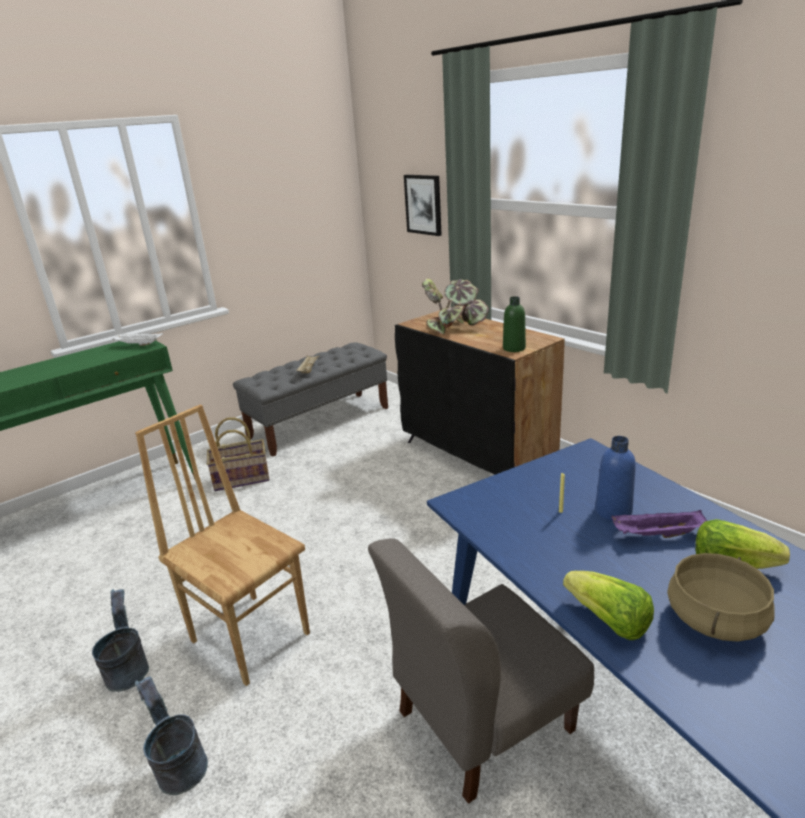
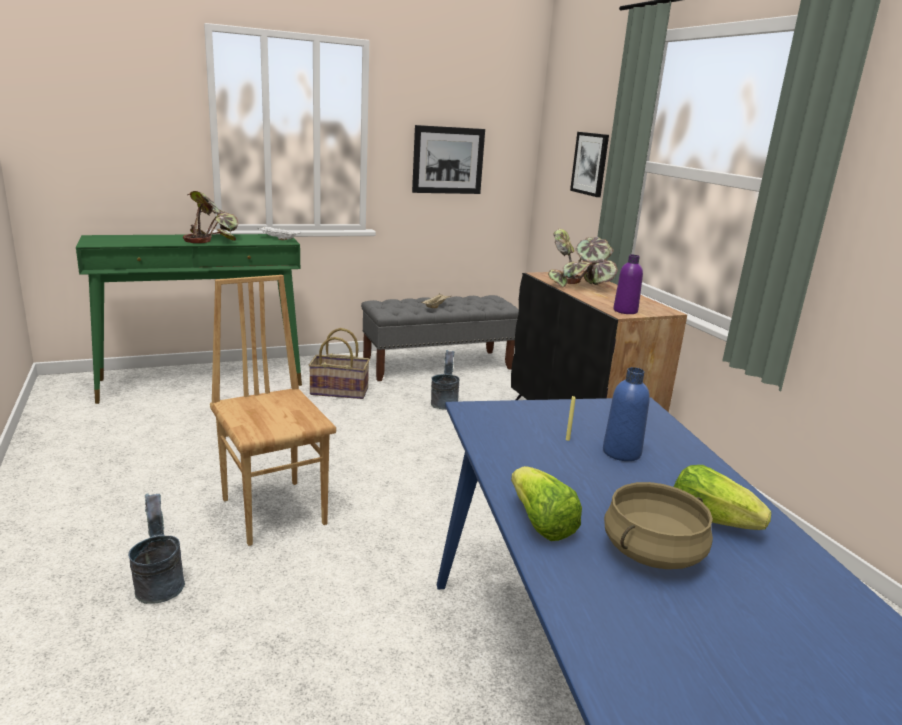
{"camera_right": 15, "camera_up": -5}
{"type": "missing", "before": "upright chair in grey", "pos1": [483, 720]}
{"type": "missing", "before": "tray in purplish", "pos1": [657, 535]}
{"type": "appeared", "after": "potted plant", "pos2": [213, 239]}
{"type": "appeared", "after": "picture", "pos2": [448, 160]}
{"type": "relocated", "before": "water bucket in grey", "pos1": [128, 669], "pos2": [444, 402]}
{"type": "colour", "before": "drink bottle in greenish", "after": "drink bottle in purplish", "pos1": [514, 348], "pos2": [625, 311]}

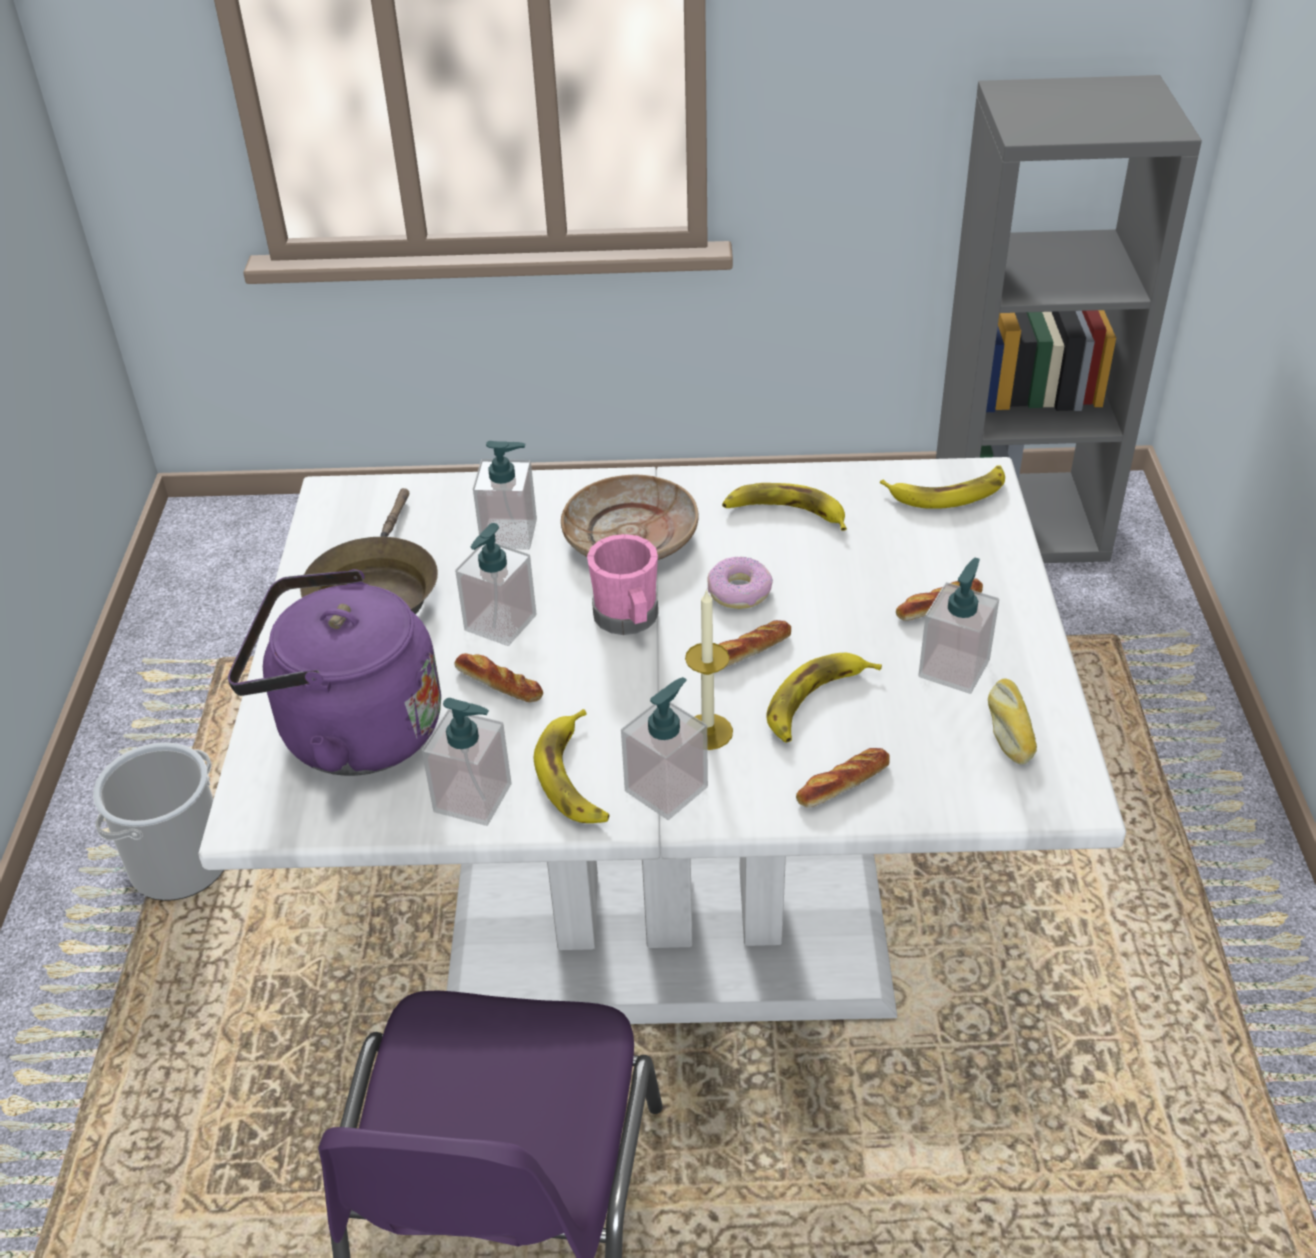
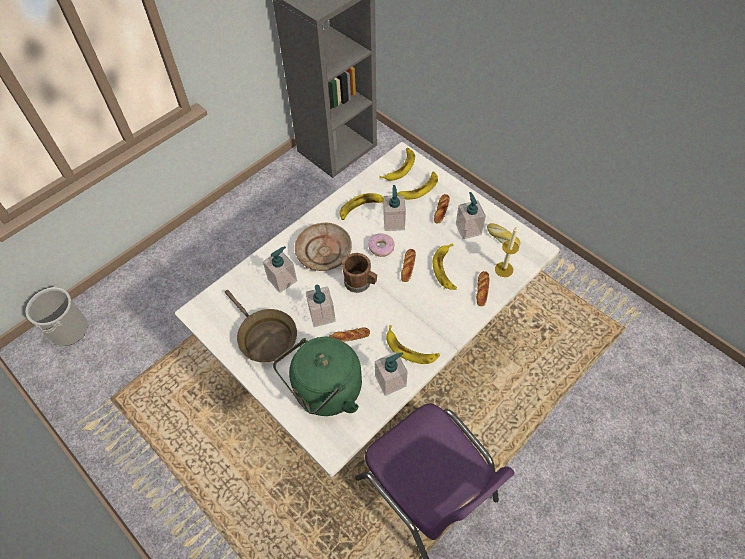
{"camera_right": -45, "camera_up": 15}
{"type": "appeared", "after": "whole banana", "pos2": [418, 188]}
{"type": "relocated", "before": "water bucket", "pos1": [180, 863], "pos2": [69, 329]}
{"type": "relocated", "before": "liquid soap bottle", "pos1": [666, 789], "pos2": [394, 222]}
{"type": "relocated", "before": "candle", "pos1": [708, 731], "pos2": [504, 269]}
{"type": "colour", "before": "kettle in purplish", "after": "kettle in greenish", "pos1": [351, 732], "pos2": [324, 392]}
{"type": "colour", "before": "tea mug in pink", "after": "tea mug in brownish", "pos1": [628, 619], "pos2": [360, 283]}

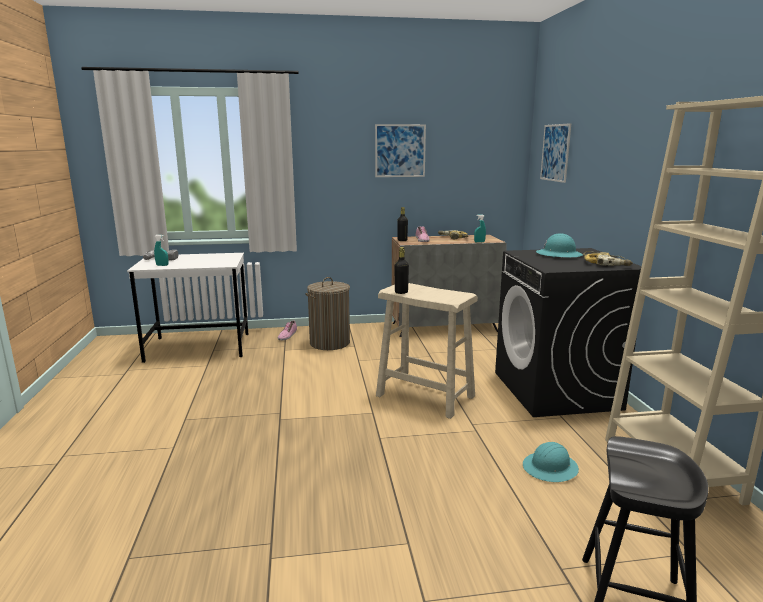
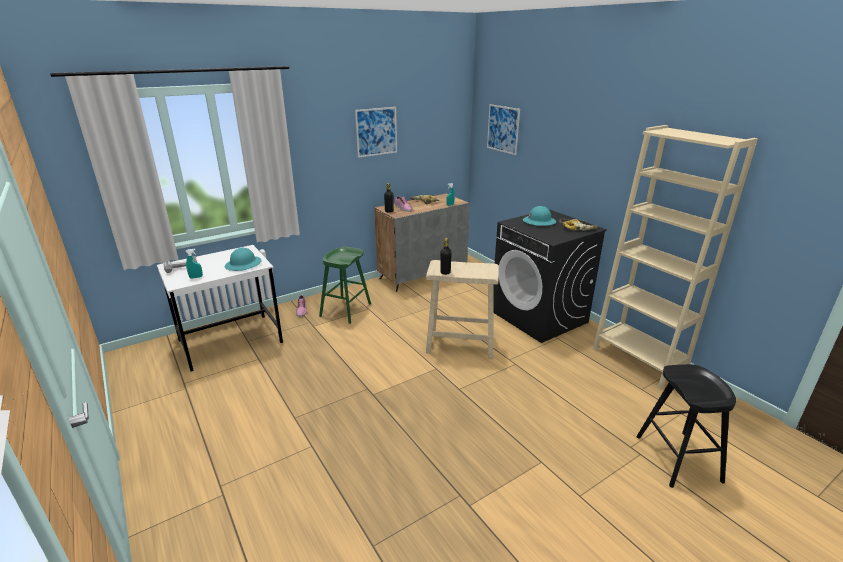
{"camera_right": -25, "camera_up": 10}
{"type": "relocated", "before": "work helmet in turquoise-coloured", "pos1": [550, 468], "pos2": [243, 264]}
{"type": "exchanged", "before": "washing basket", "after": "sitting stool in greenish", "pos1": [330, 343], "pos2": [345, 310]}

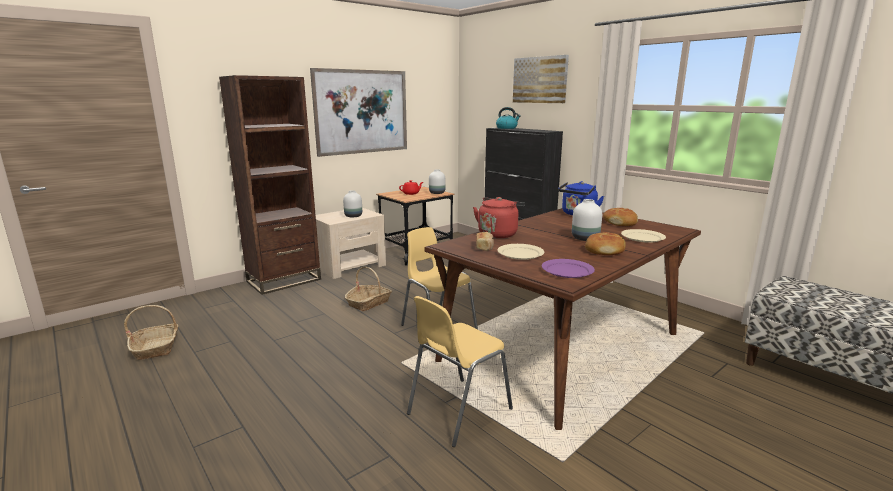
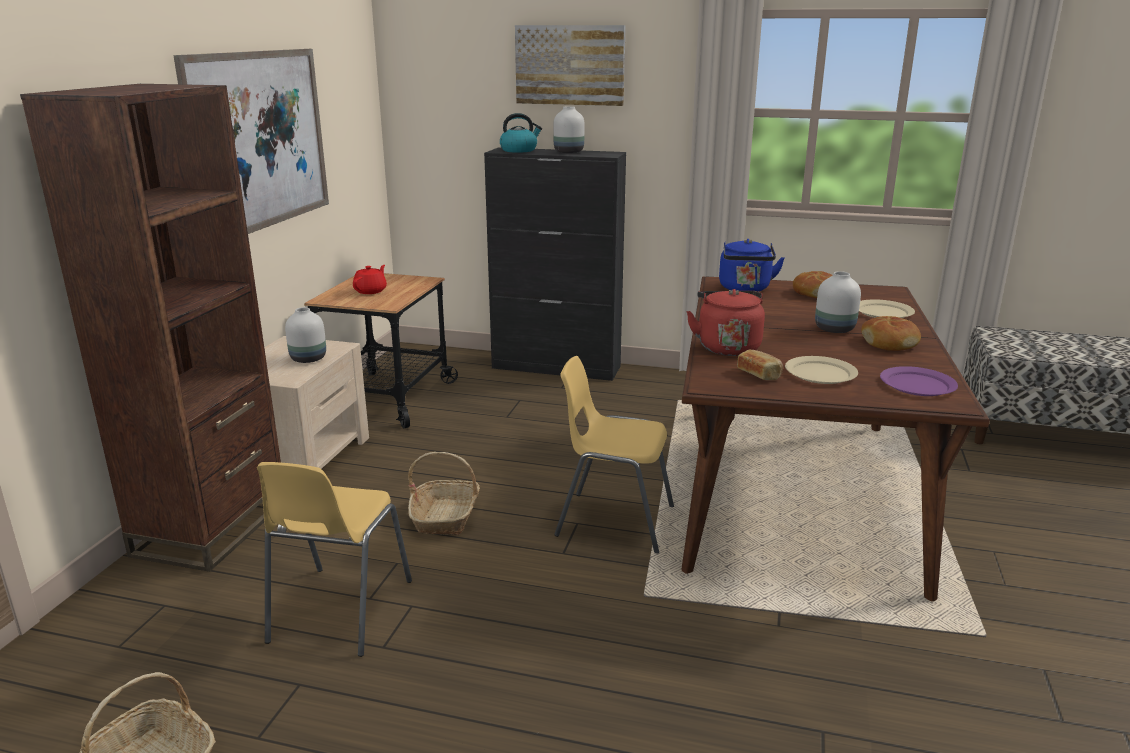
{"camera_right": -35, "camera_up": 5}
{"type": "relocated", "before": "upright chair in yellow-coloured", "pos1": [458, 411], "pos2": [339, 611]}
{"type": "relocated", "before": "vase in whitish", "pos1": [436, 193], "pos2": [568, 152]}

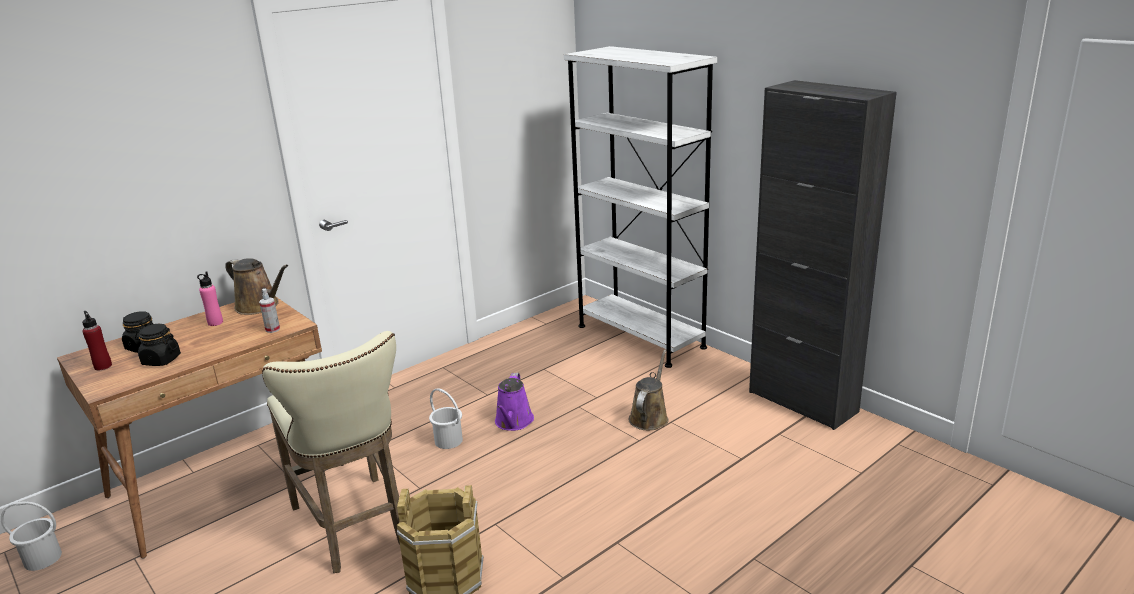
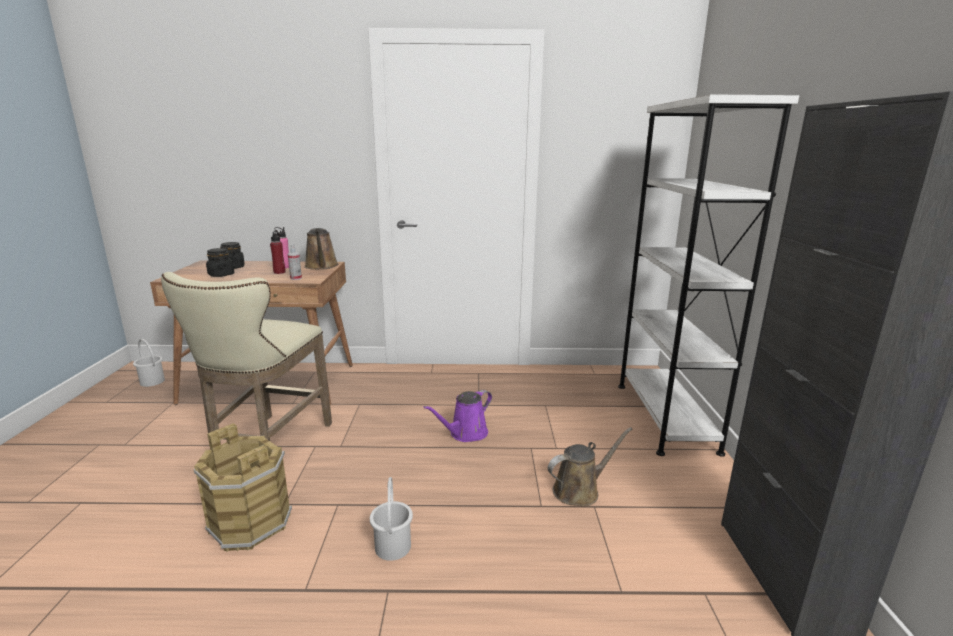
{"camera_right": 40, "camera_up": -5}
{"type": "relocated", "before": "drink bottle in red", "pos1": [103, 366], "pos2": [279, 272]}
{"type": "relocated", "before": "water bucket in whitish", "pos1": [448, 441], "pos2": [392, 547]}

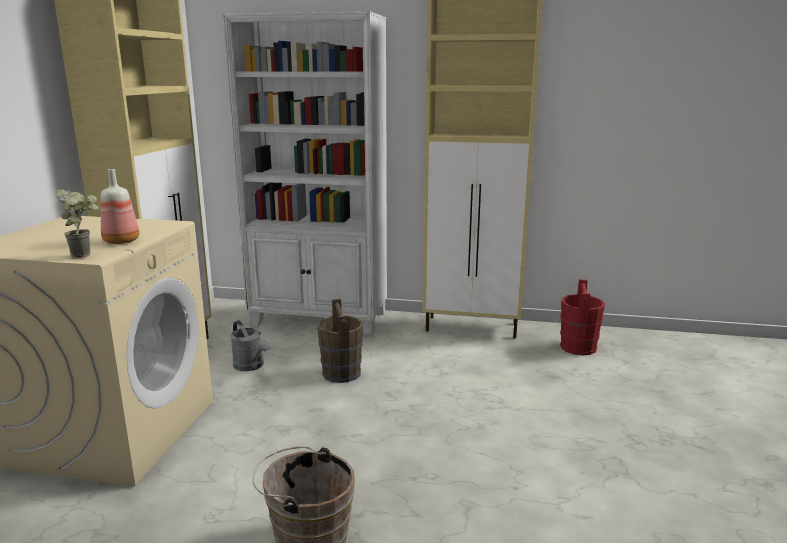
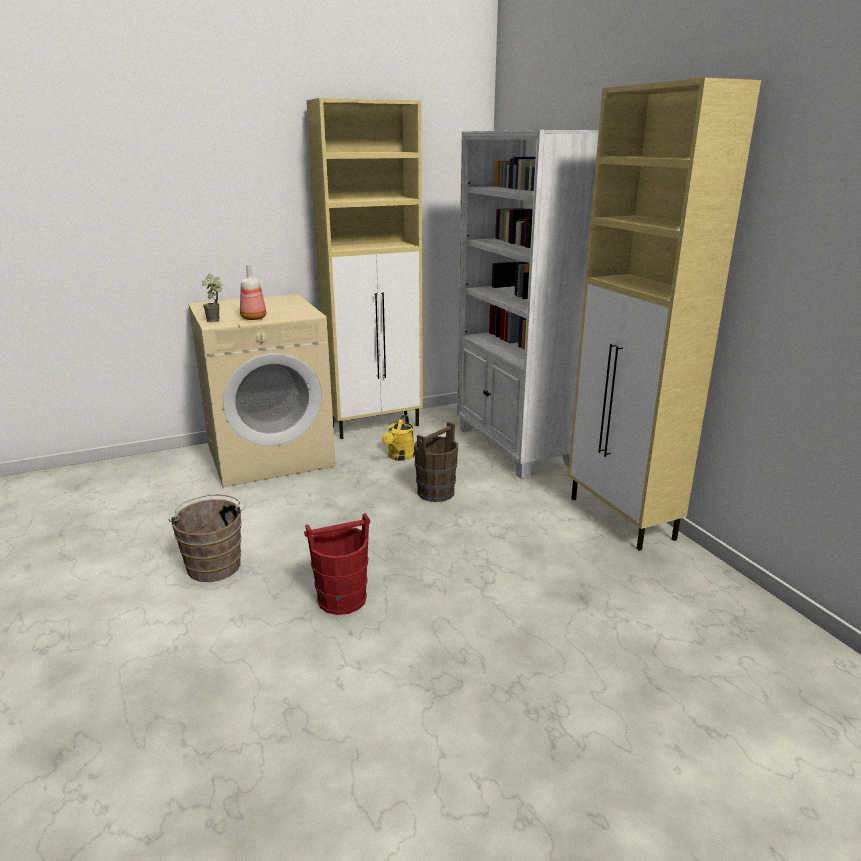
{"camera_right": 55, "camera_up": 5}
{"type": "relocated", "before": "water bucket in red", "pos1": [578, 347], "pos2": [342, 599]}
{"type": "colour", "before": "sprinkling can in grey", "after": "sprinkling can in yellow-coloured", "pos1": [251, 366], "pos2": [399, 457]}

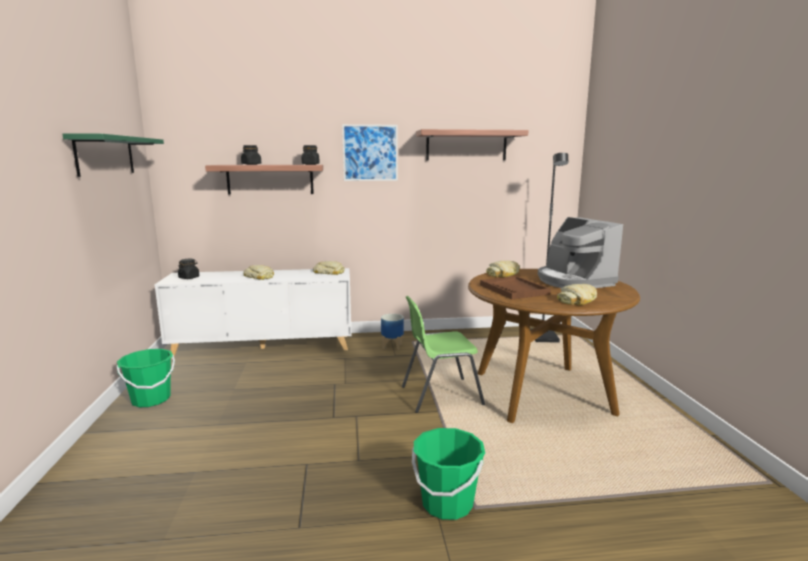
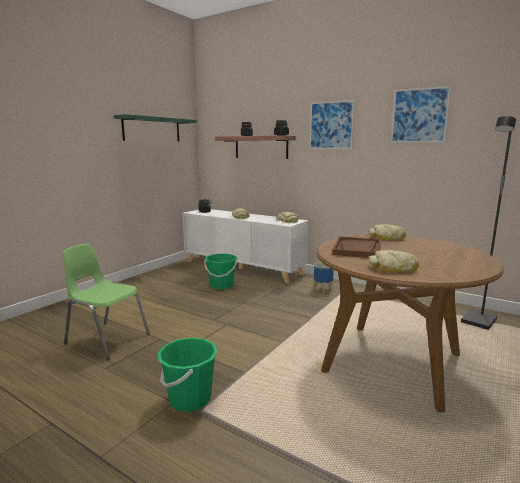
{"camera_right": 40, "camera_up": 0}
{"type": "missing", "before": "coffee machine", "pos1": [573, 281]}
{"type": "relocated", "before": "water bucket in greenish", "pos1": [151, 399], "pos2": [221, 285]}
{"type": "relocated", "before": "upright chair in greenish", "pos1": [440, 395], "pos2": [106, 339]}
{"type": "exchanged", "before": "wall shelf", "after": "picture", "pos1": [466, 145], "pos2": [419, 115]}

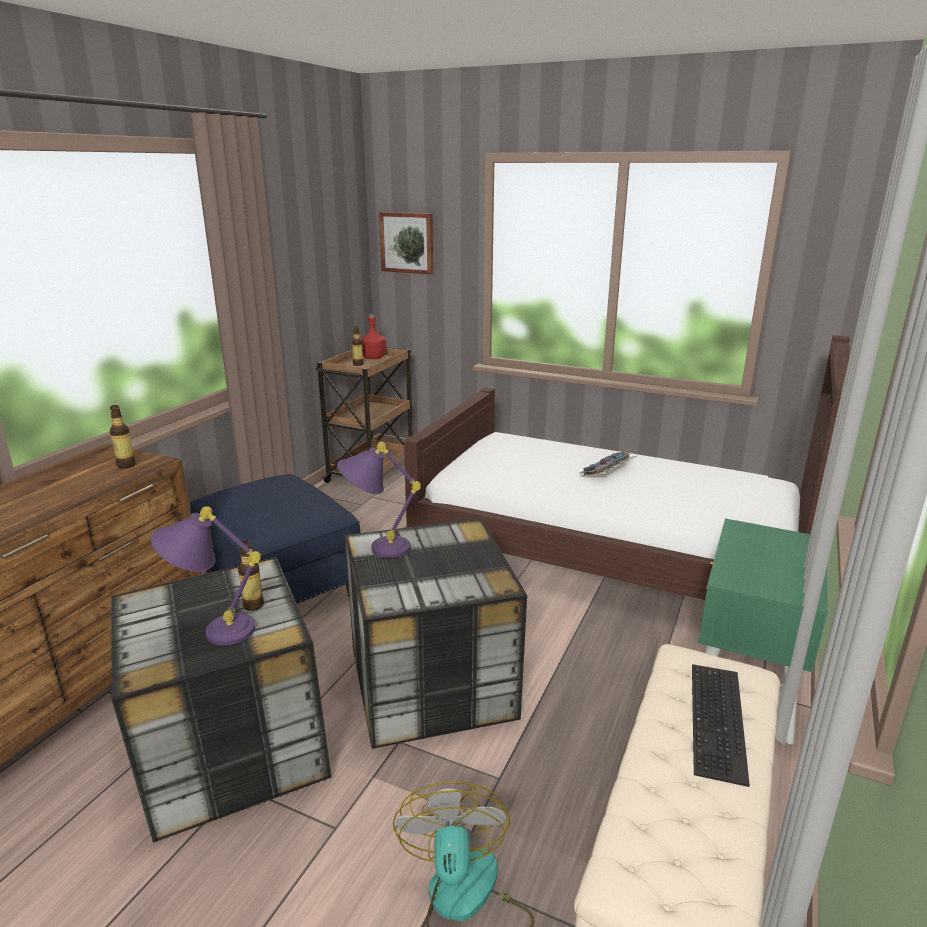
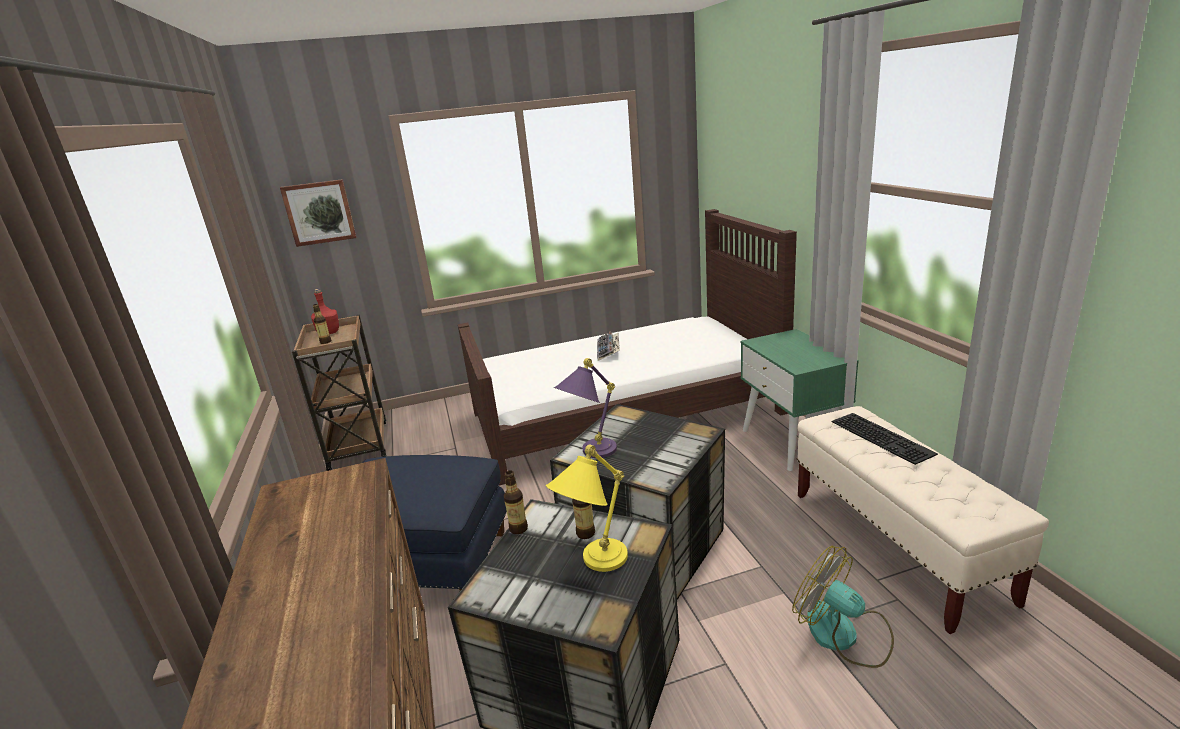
{"camera_right": -40, "camera_up": 0}
{"type": "relocated", "before": "drink bottle", "pos1": [126, 465], "pos2": [518, 529]}
{"type": "colour", "before": "tabletop lamp in purplish", "after": "tabletop lamp in yellow-coloured", "pos1": [212, 631], "pos2": [593, 565]}

